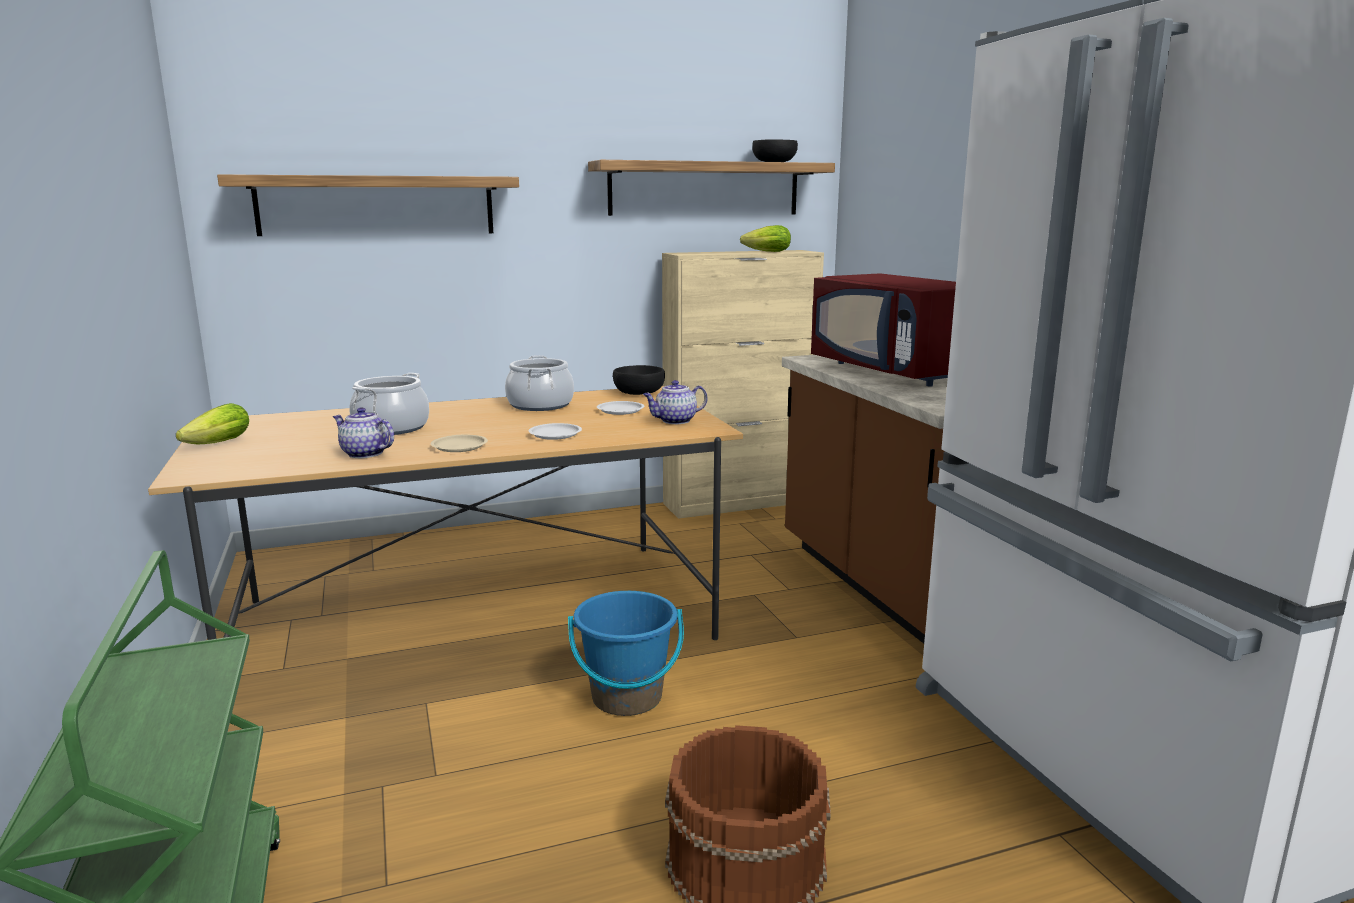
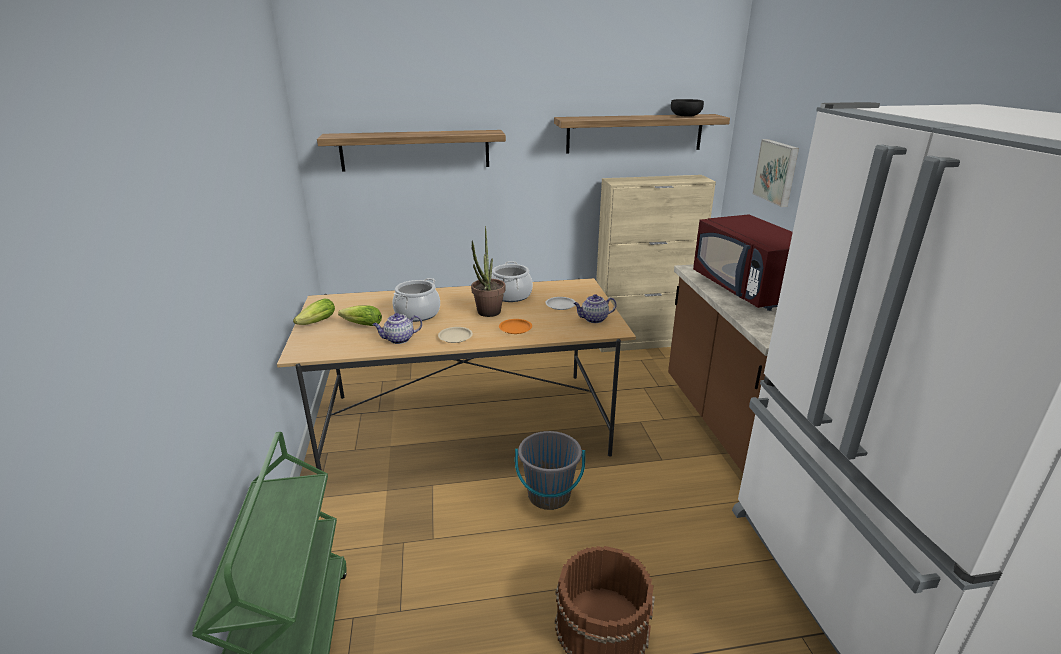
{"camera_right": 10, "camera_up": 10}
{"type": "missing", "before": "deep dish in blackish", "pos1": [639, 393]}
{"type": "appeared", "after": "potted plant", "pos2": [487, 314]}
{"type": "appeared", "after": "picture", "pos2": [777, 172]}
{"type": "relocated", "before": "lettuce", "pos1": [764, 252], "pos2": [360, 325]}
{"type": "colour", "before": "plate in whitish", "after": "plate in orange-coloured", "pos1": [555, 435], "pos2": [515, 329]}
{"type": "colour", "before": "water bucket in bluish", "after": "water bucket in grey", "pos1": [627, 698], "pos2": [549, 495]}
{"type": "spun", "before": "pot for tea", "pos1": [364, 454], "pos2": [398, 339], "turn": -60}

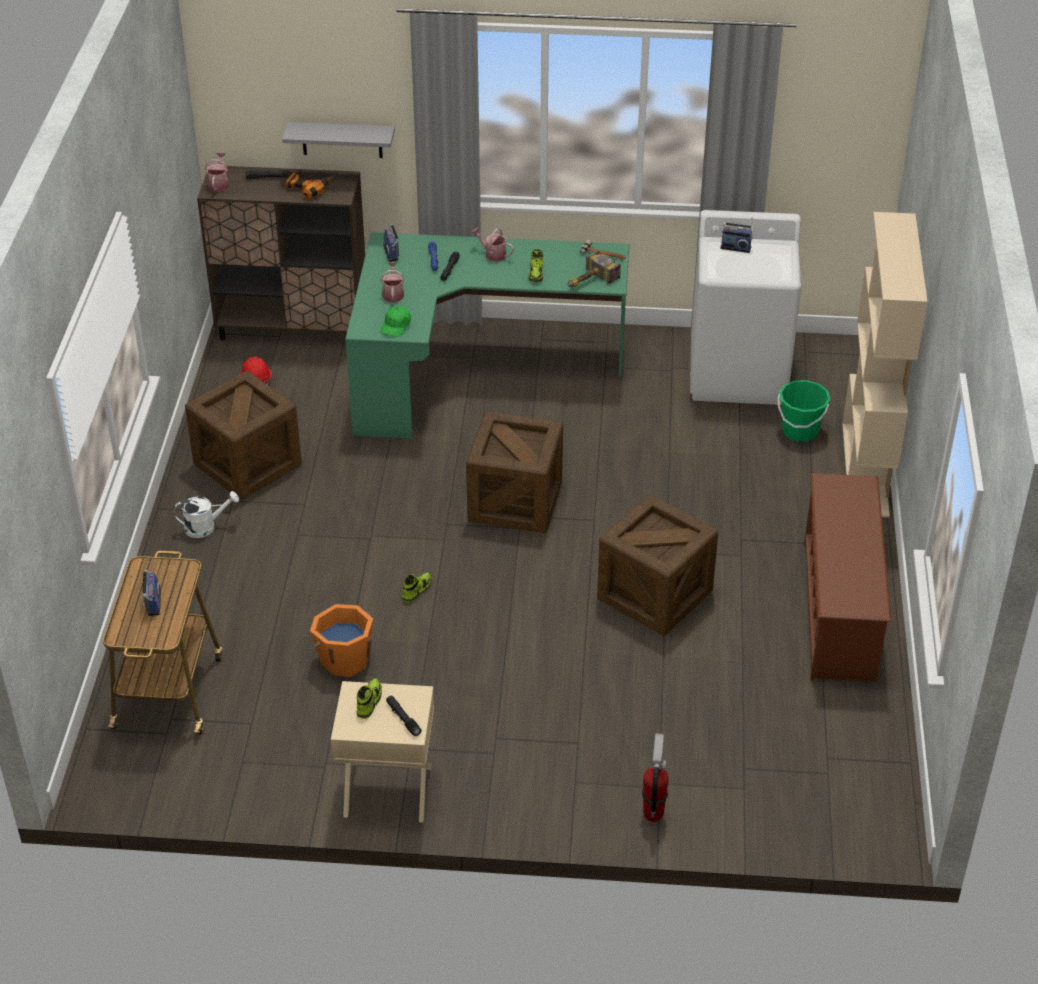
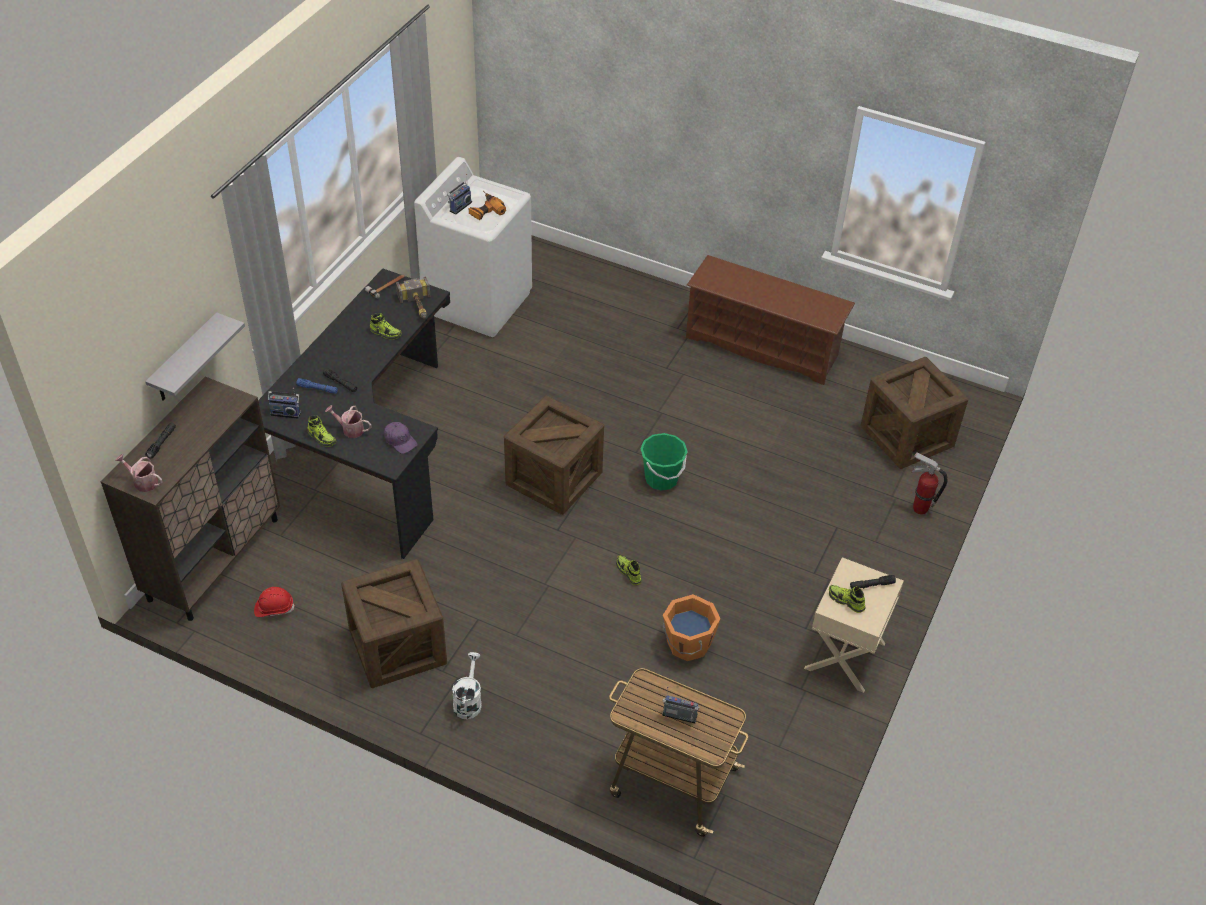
{"camera_right": -70, "camera_up": 5}
{"type": "missing", "before": "sprinkling can", "pos1": [493, 254]}
{"type": "missing", "before": "bookshelf in beige-coloured", "pos1": [866, 470]}
{"type": "appeared", "after": "item of footwear", "pos2": [322, 437]}
{"type": "relocated", "before": "drill", "pos1": [308, 187], "pos2": [484, 210]}
{"type": "relocated", "before": "packing crate", "pos1": [655, 595], "pos2": [907, 436]}
{"type": "relocated", "before": "water bucket in greenish", "pos1": [800, 431], "pos2": [661, 479]}
{"type": "colour", "before": "desk unit in greenish", "after": "desk unit in blackish", "pos1": [474, 371], "pos2": [368, 452]}
{"type": "colour", "before": "peaked cap in greenish", "after": "peaked cap in purplish", "pos1": [396, 326], "pos2": [400, 441]}

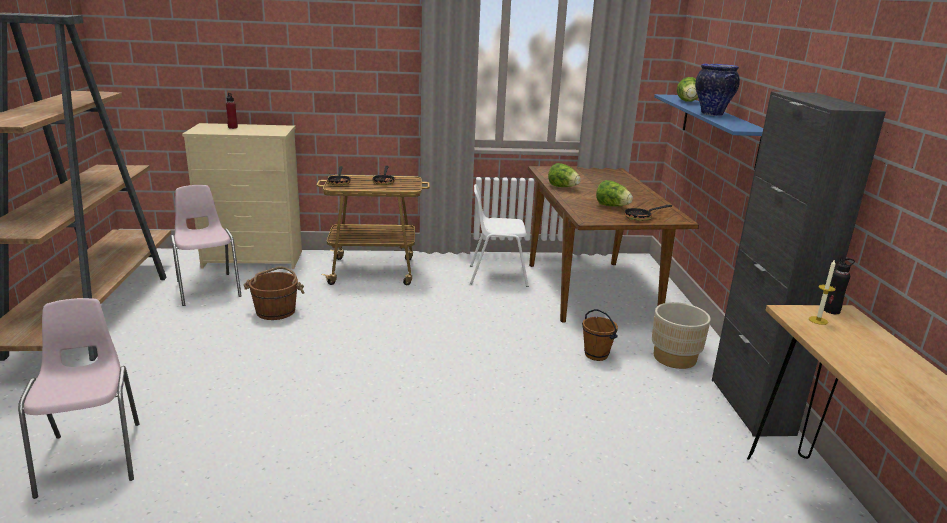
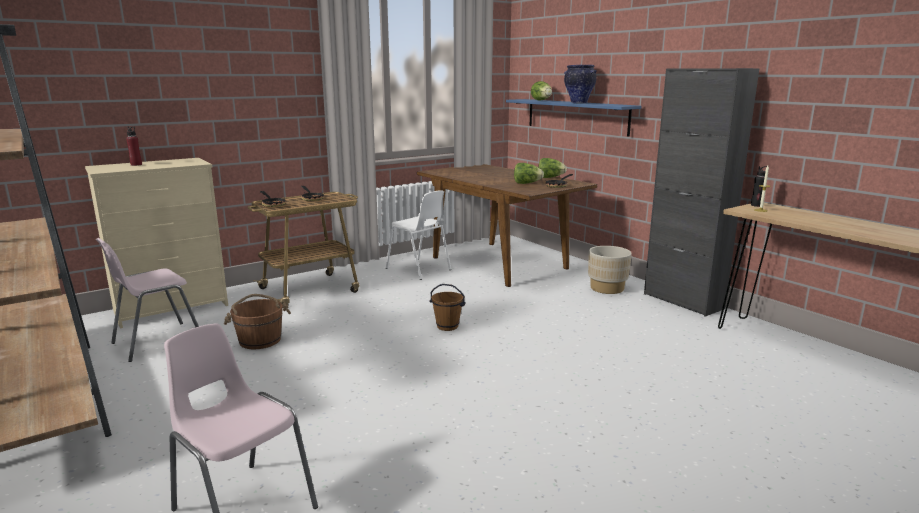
{"camera_right": -30, "camera_up": -5}
{"type": "relocated", "before": "lettuce", "pos1": [563, 187], "pos2": [550, 177]}
{"type": "relocated", "before": "water bucket in brownish", "pos1": [596, 355], "pos2": [447, 326]}
{"type": "spun", "before": "upright chair in pink", "pos1": [208, 288], "pos2": [156, 342], "turn": -75}
{"type": "spun", "before": "upright chair in whitish", "pos1": [497, 275], "pos2": [419, 269], "turn": -105}

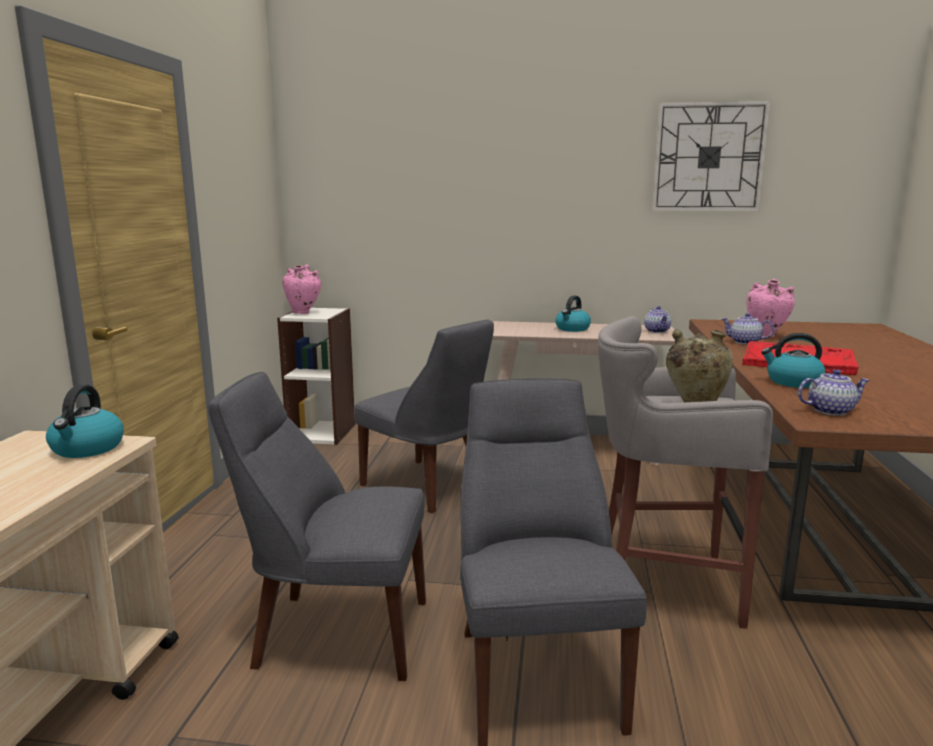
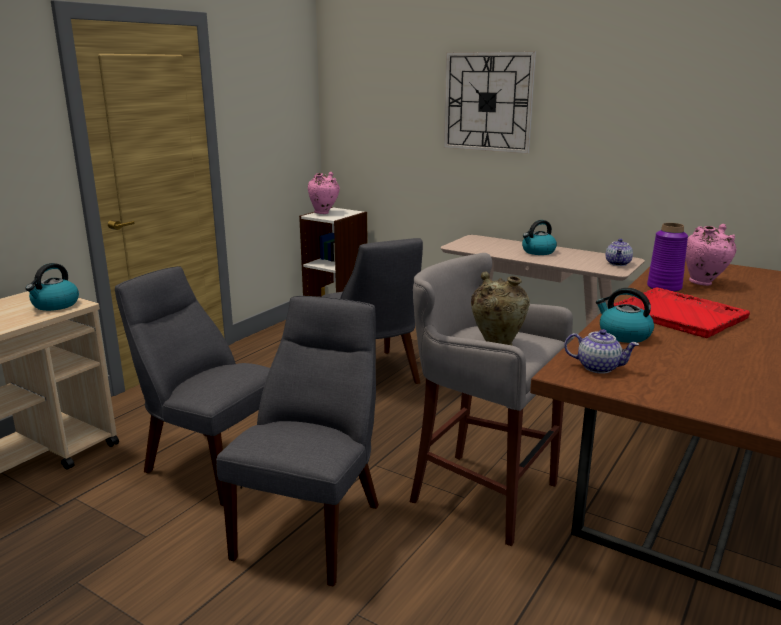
{"camera_right": 25, "camera_up": 5}
{"type": "relocated", "before": "hanging clock", "pos1": [708, 157], "pos2": [488, 102]}
{"type": "exchanged", "before": "pot for tea", "after": "vase in purplish", "pos1": [744, 342], "pos2": [664, 287]}

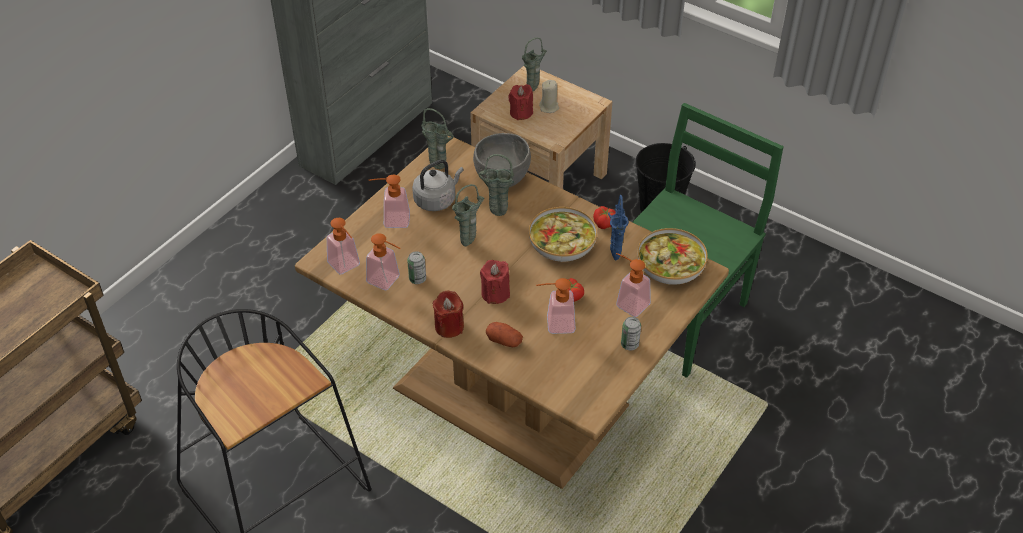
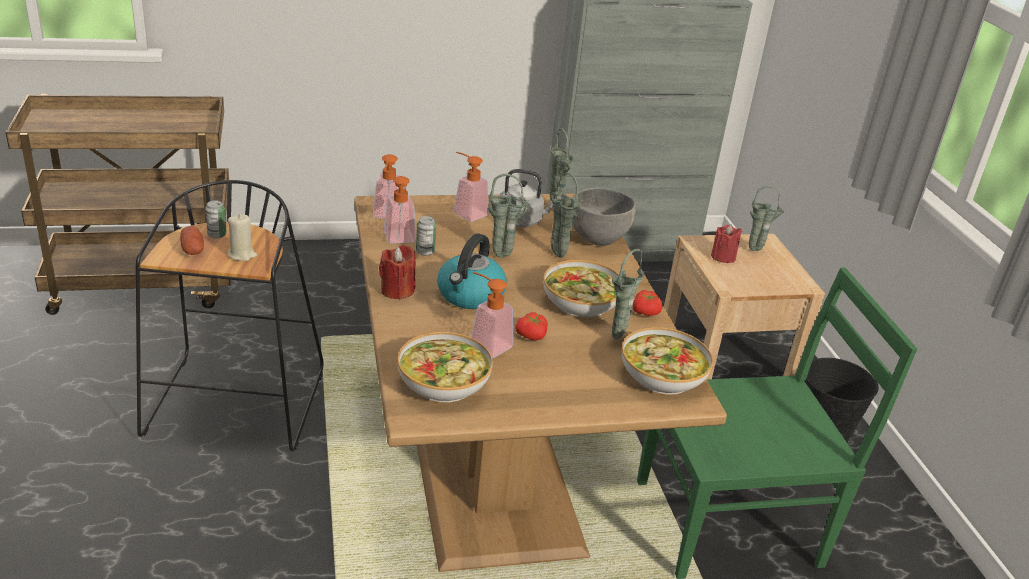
{"camera_right": 40, "camera_up": -15}
{"type": "missing", "before": "liquid soap bottle", "pos1": [628, 302]}
{"type": "appeared", "after": "deep dish", "pos2": [443, 382]}
{"type": "relocated", "before": "whole potato", "pos1": [504, 341], "pos2": [192, 250]}
{"type": "relocated", "before": "candle in beige-coloured", "pos1": [549, 107], "pos2": [242, 254]}
{"type": "relocated", "before": "can", "pos1": [629, 344], "pos2": [217, 235]}
{"type": "exchanged", "before": "candle in red", "after": "kettle", "pos1": [495, 293], "pos2": [470, 295]}
{"type": "colour", "before": "vase in bluish", "after": "vase in greenish", "pos1": [614, 255], "pos2": [619, 336]}

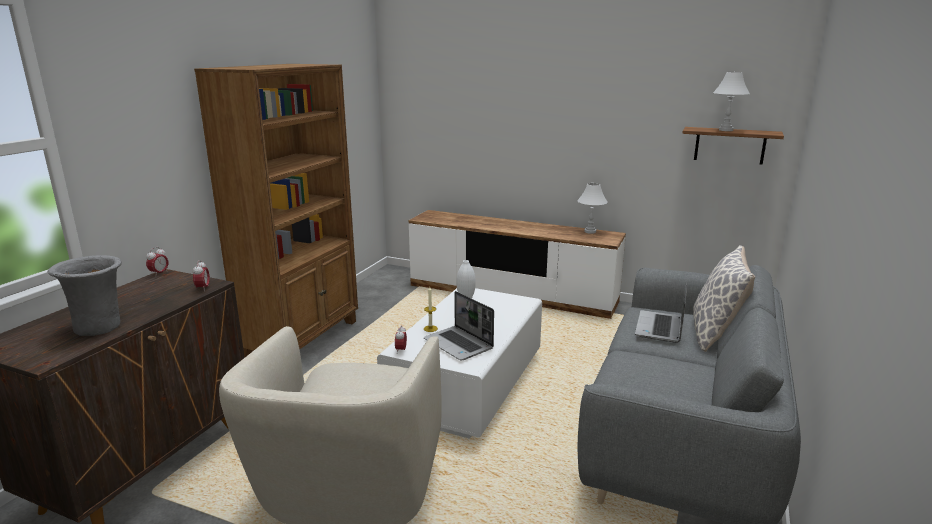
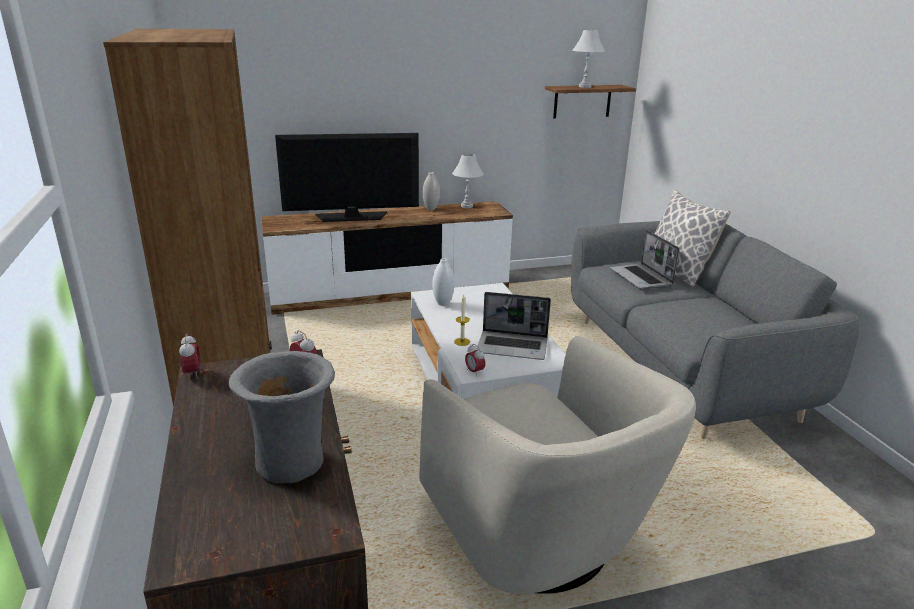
{"camera_right": -40, "camera_up": 5}
{"type": "appeared", "after": "TV set", "pos2": [352, 217]}
{"type": "appeared", "after": "vase in whitish", "pos2": [431, 209]}

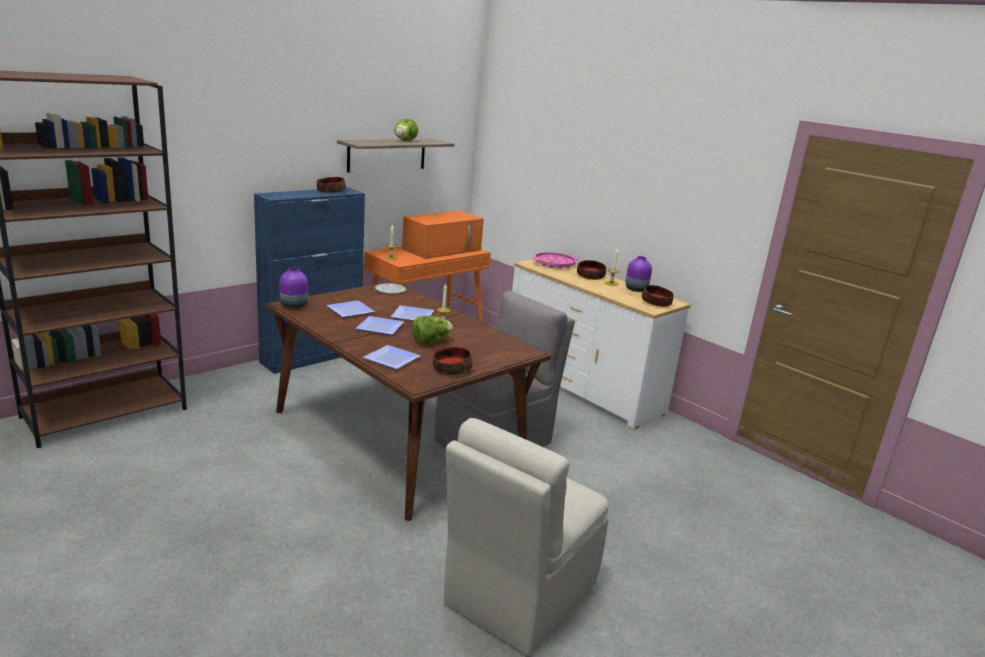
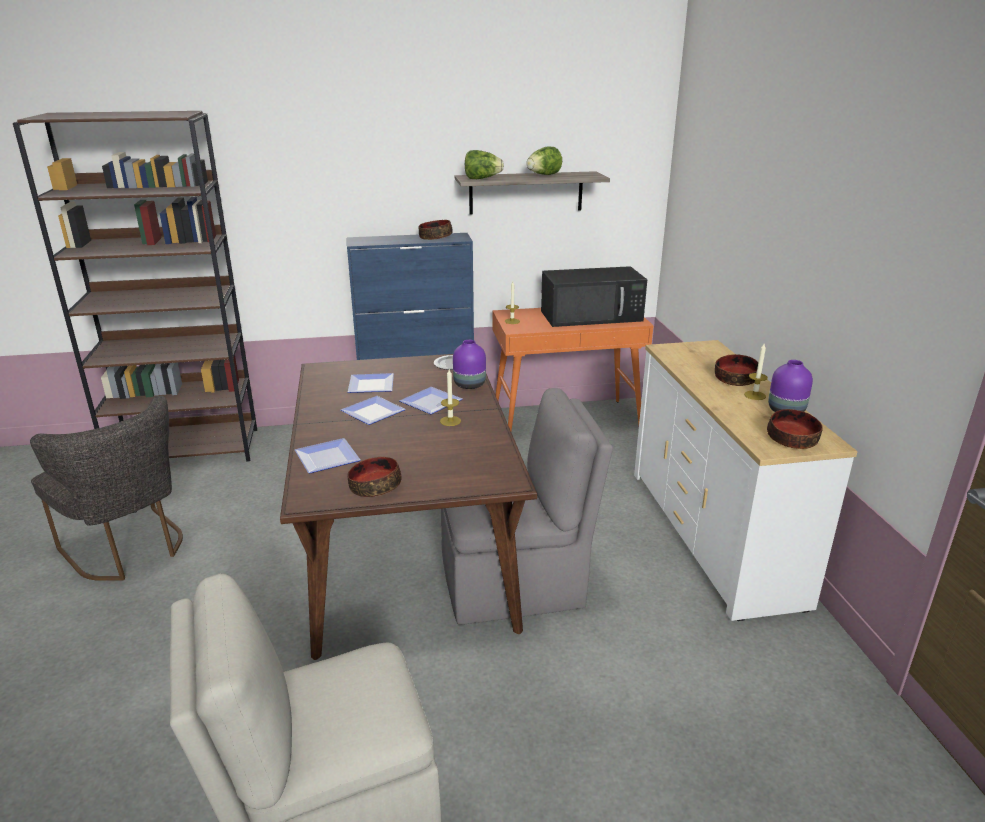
{"camera_right": 35, "camera_up": 5}
{"type": "missing", "before": "tray in pink", "pos1": [554, 264]}
{"type": "appeared", "after": "upright chair in grey", "pos2": [130, 549]}
{"type": "relocated", "before": "vase in purplish", "pos1": [293, 306], "pos2": [468, 385]}
{"type": "relocated", "before": "lettuce", "pos1": [431, 342], "pos2": [482, 179]}
{"type": "colour", "before": "kitchen microwave in orange-coloured", "after": "kitchen microwave in blackish", "pos1": [442, 249], "pos2": [592, 316]}

